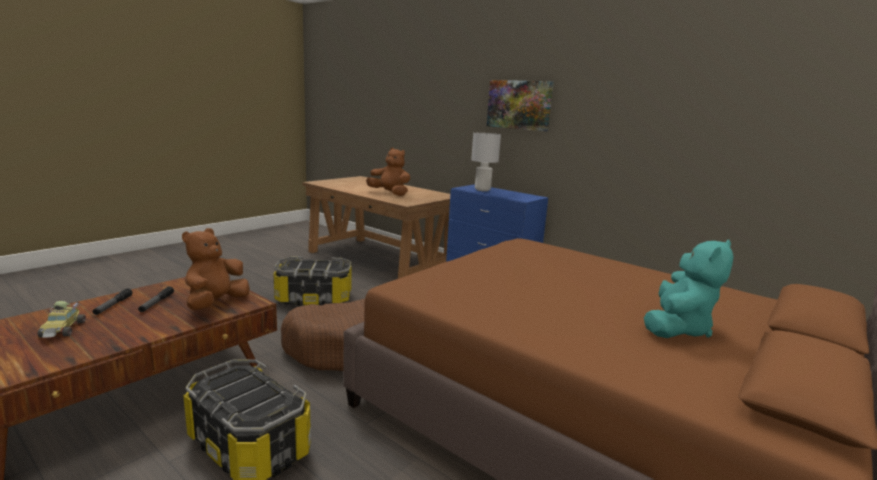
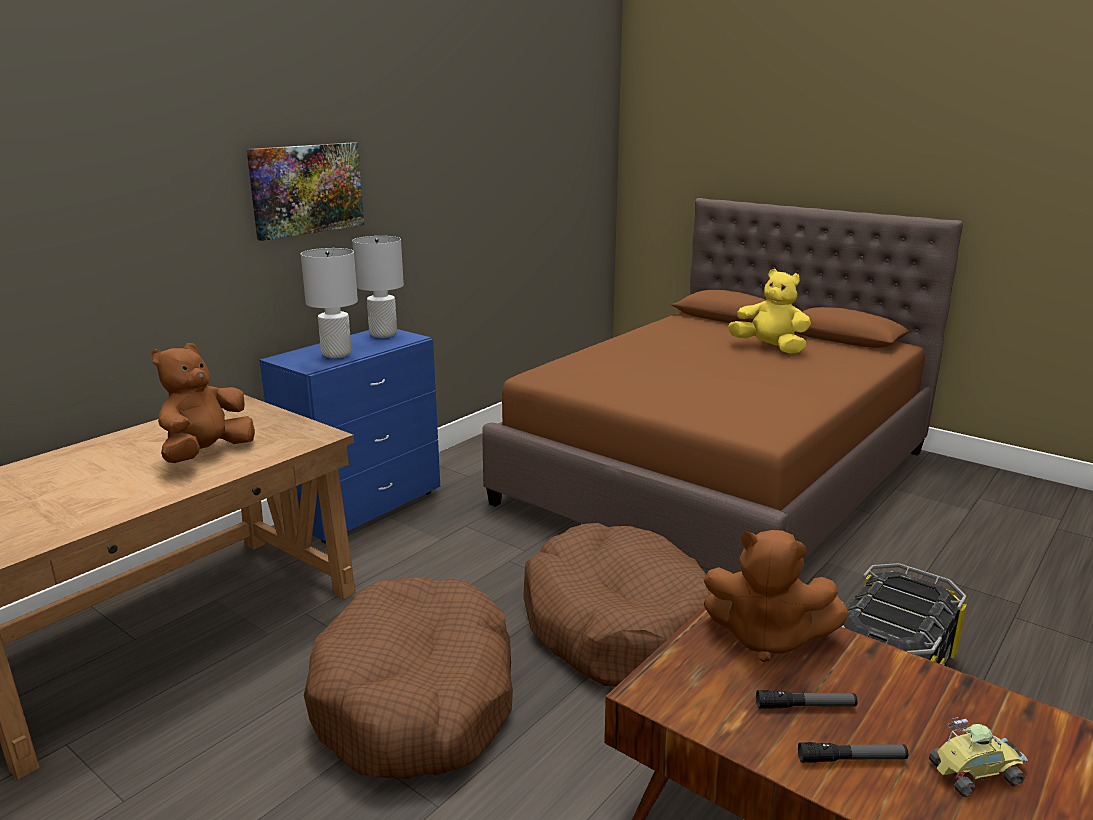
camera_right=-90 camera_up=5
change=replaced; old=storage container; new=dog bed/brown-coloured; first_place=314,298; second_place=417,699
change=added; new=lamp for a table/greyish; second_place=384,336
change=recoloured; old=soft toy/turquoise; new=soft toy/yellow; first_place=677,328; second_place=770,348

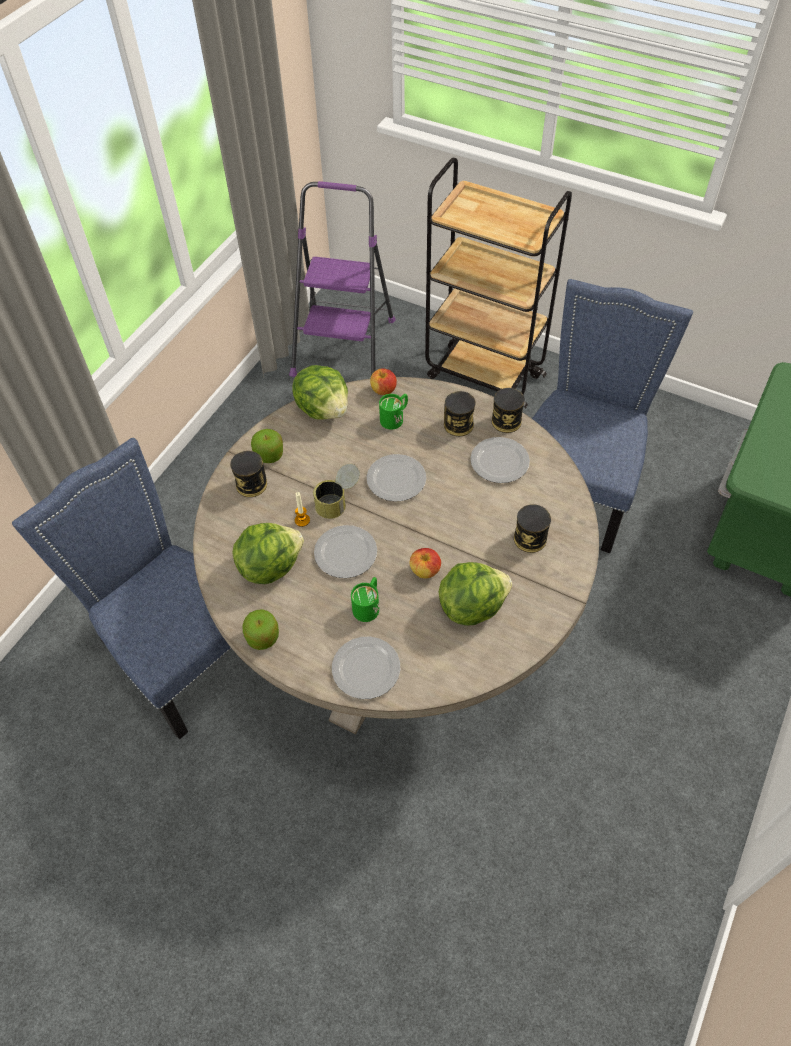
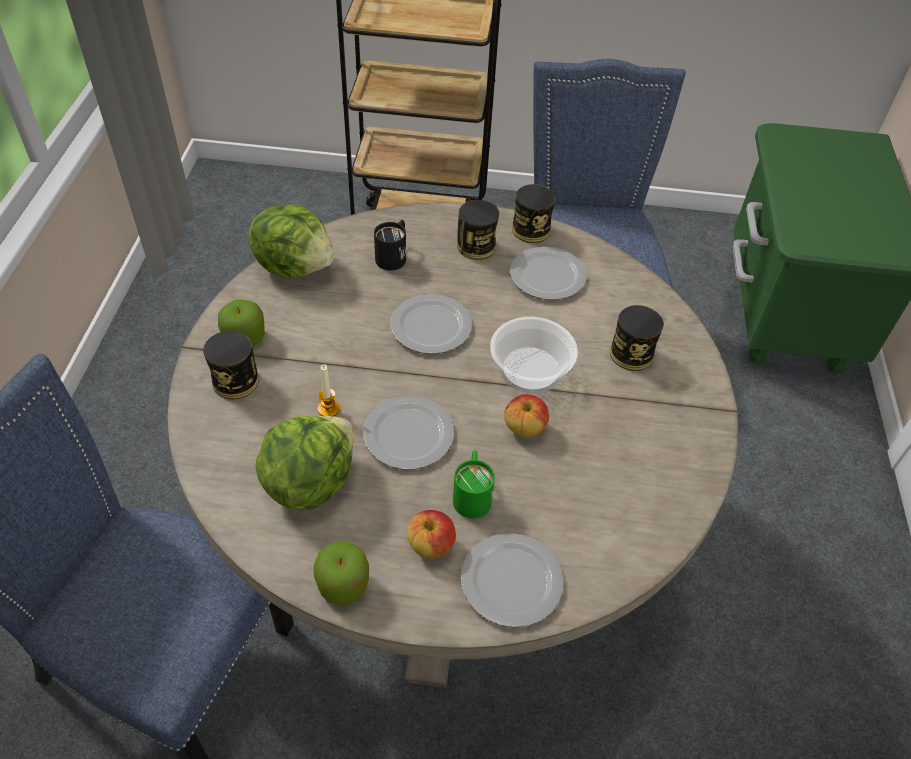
camera_right=-25 camera_up=-5
change=recoloured; old=tea mug/greenish; new=tea mug/black; first_place=395,418; second_place=394,255
change=moved; old=apple fruit; first_place=383,391; second_place=431,546
change=added; new=serving bowl; second_place=530,369
change=removed; old=stepladder/purple; first_place=344,343
change=removed; old=can; first_place=338,501
change=removed; old=head of lettuce; first_place=471,606

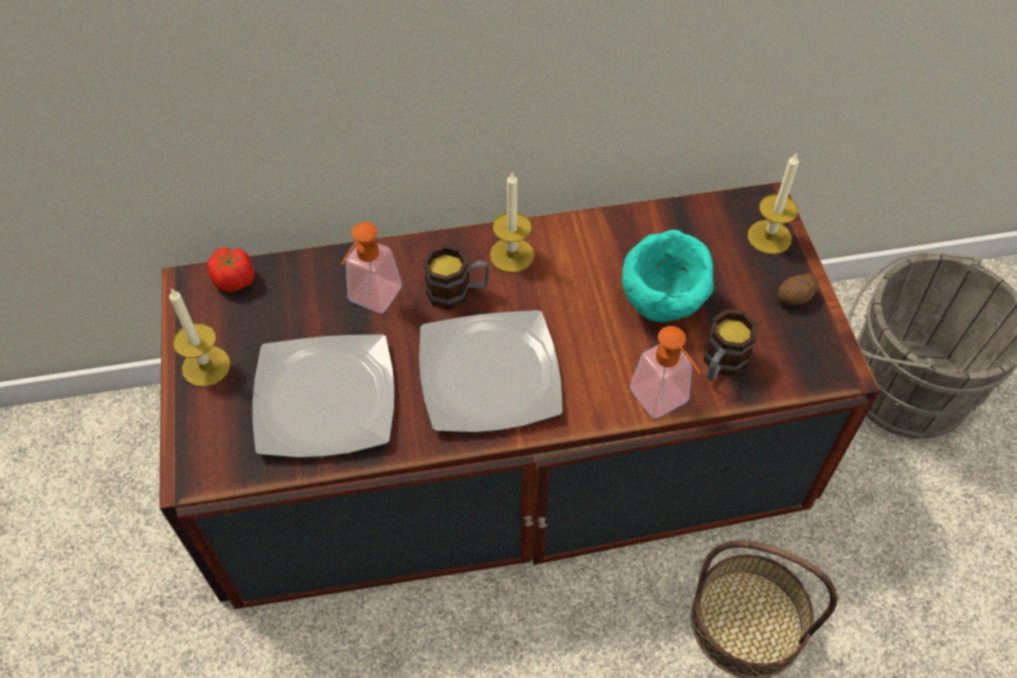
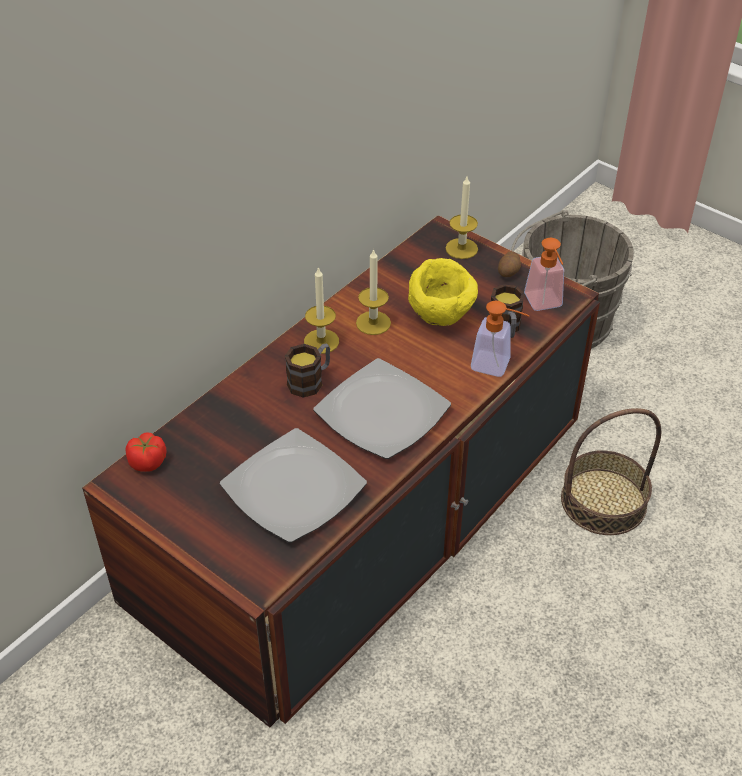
camera_right=-40 camera_up=-10
change=moved; old=wax candle; first_place=206,366; second_place=373,323
change=recoloured; old=serving bowl/turquoise; new=serving bowl/yellow; first_place=662,305; second_place=441,317
change=moved; old=soap bottle; first_place=370,301; second_place=545,305

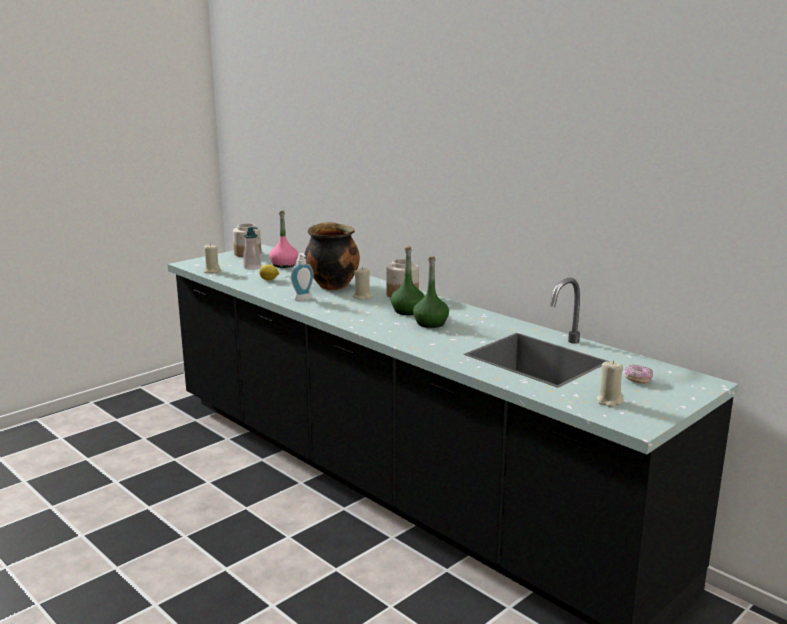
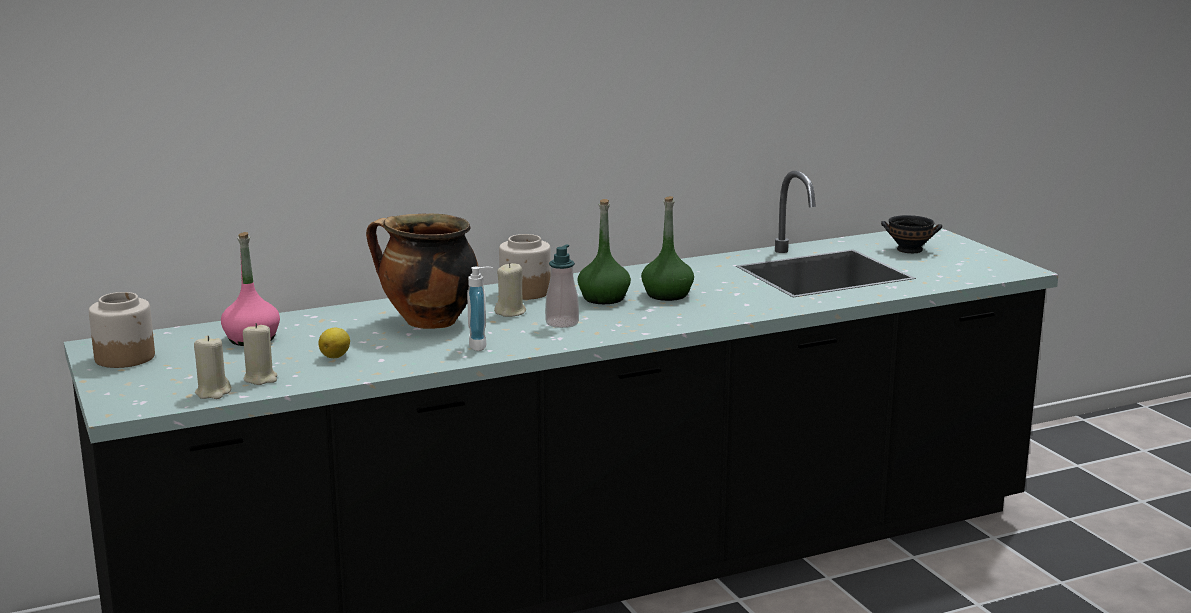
camera_right=-70 camera_up=0
change=moved; old=wax candle/beige; first_place=609,401; second_place=260,378
change=moved; old=soap bottle; first_place=252,267; second_place=562,323
change=replaced; old=doughnut; new=serving bowl/black; first_place=638,380; second_place=910,250

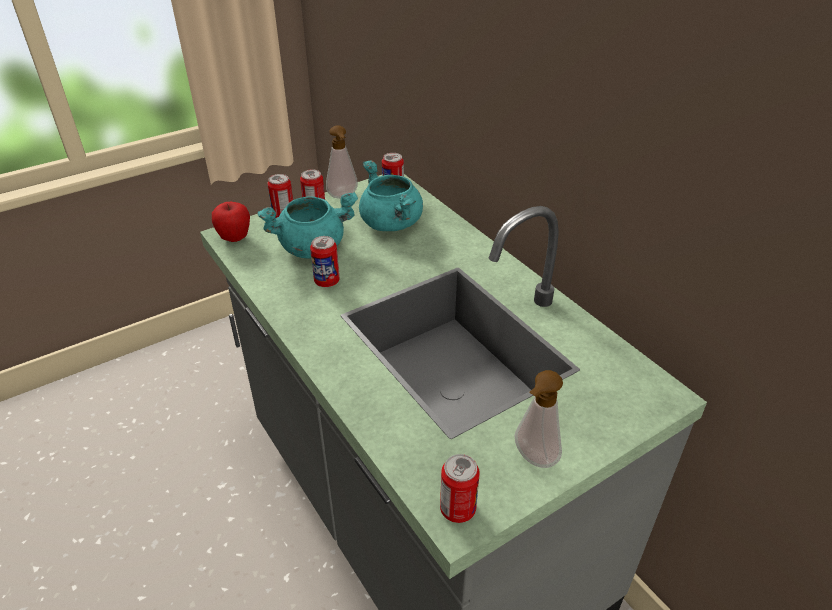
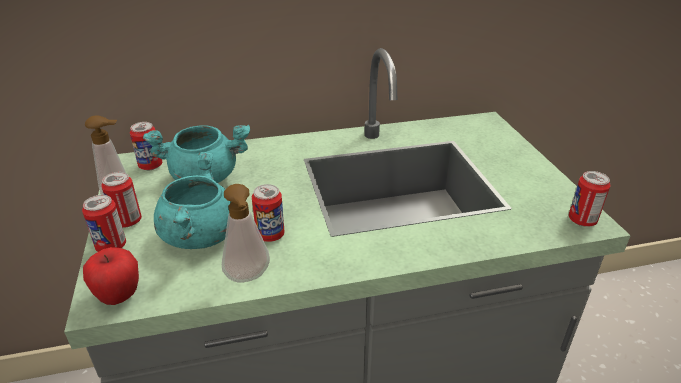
camera_right=-70 camera_up=-5
change=moved; old=soap bottle; first_place=532,459; second_place=249,278

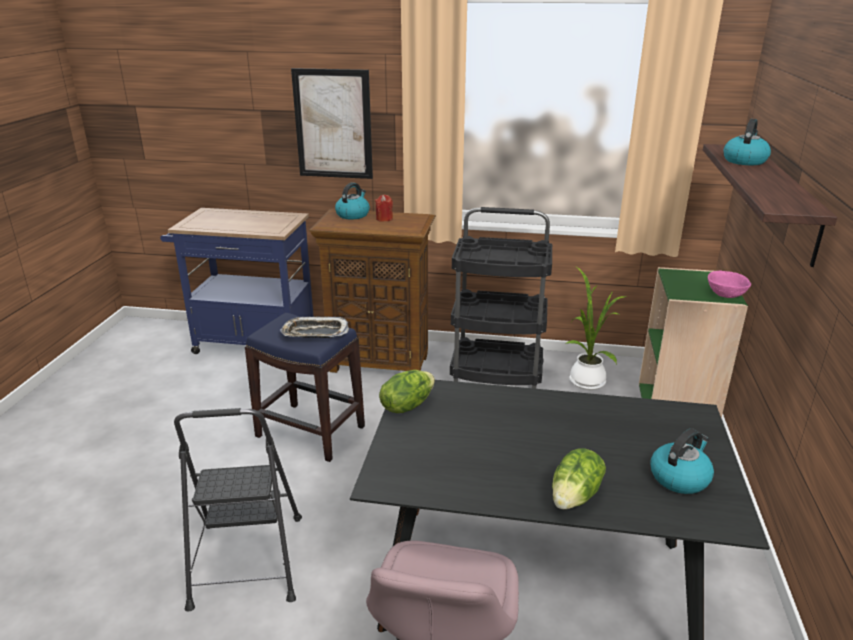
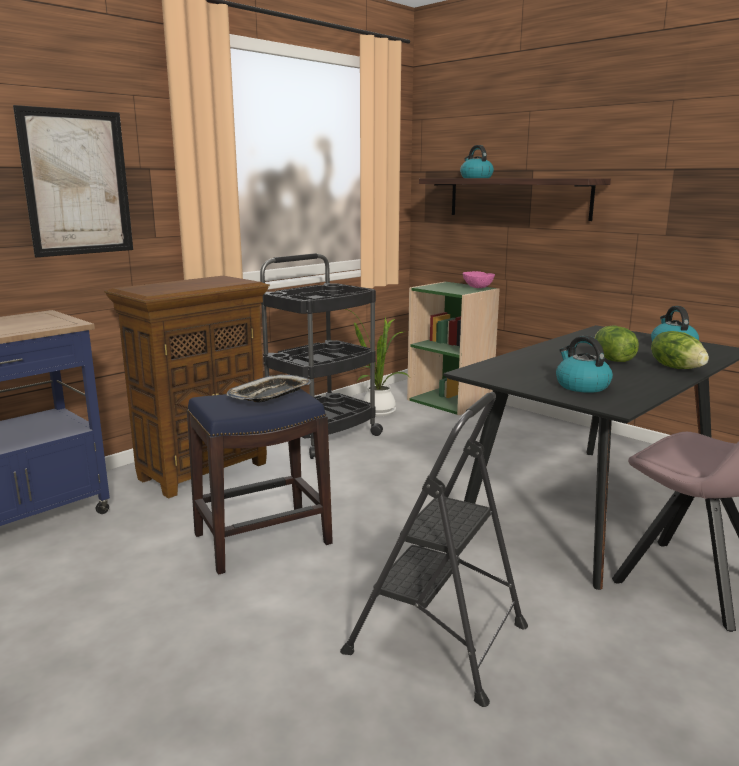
camera_right=-55 camera_up=-10
change=moved; old=water kettle; first_place=353,215; second_place=581,386
change=moved; old=head of lettuce; first_place=407,405; second_place=612,359
change=removed; old=wax candle/red; first_place=384,219

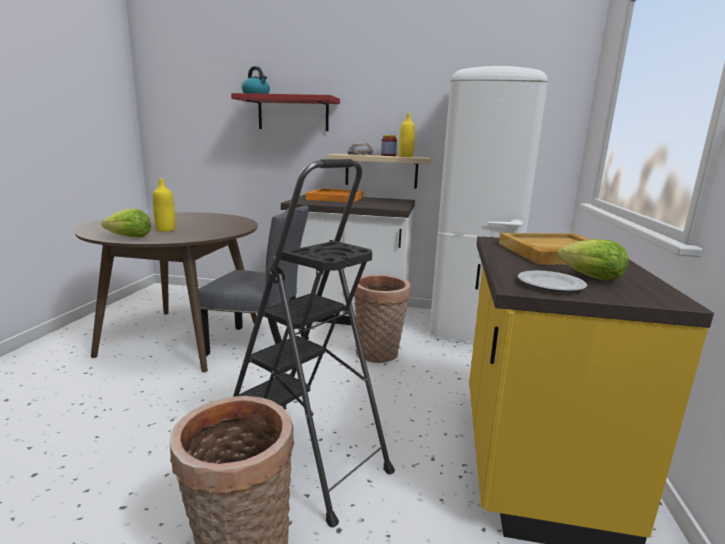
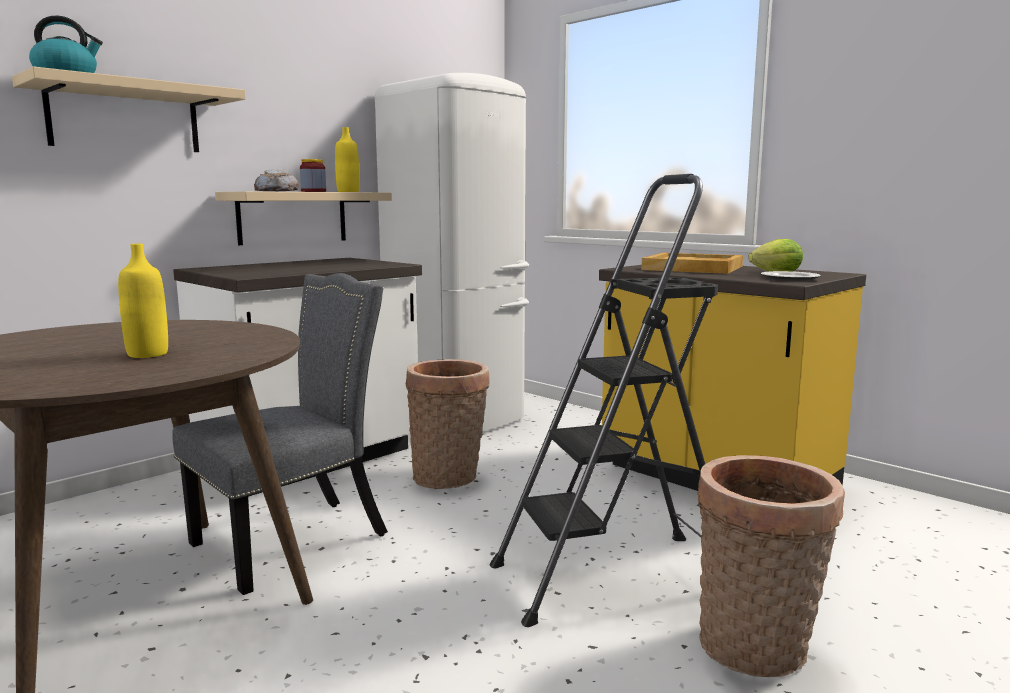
camera_right=-55 camera_up=-5
change=recoloured; old=shelf/red; new=shelf/beige; first_place=293,114; second_place=125,118
change=removed; old=head of lettuce; first_place=129,237
change=removed; old=serving tray/orangey; first_place=335,198

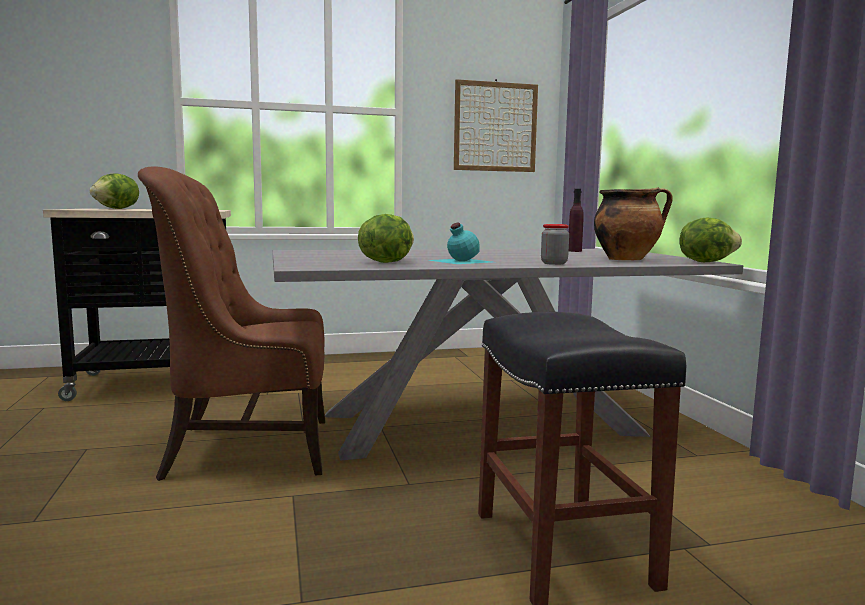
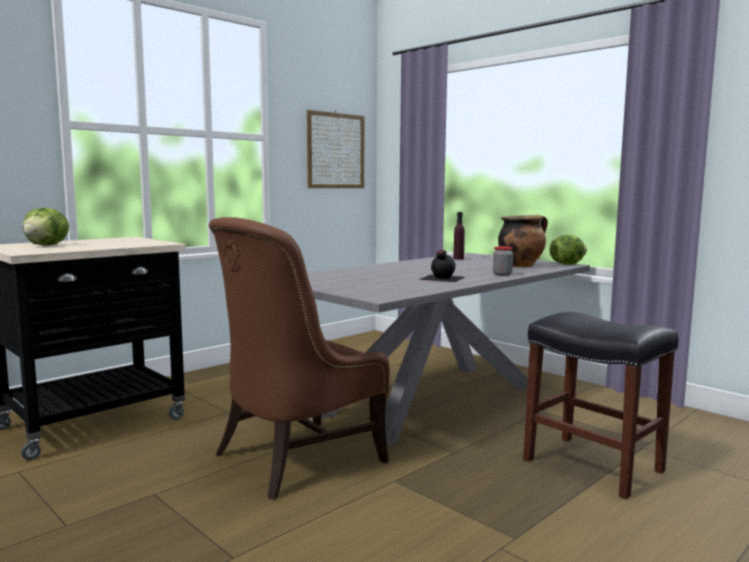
camera_right=-30 camera_up=0
change=recoloured; old=bottle/turquoise; new=bottle/black; first_place=459,261; second_place=441,278
change=removed; old=head of lettuce; first_place=385,262

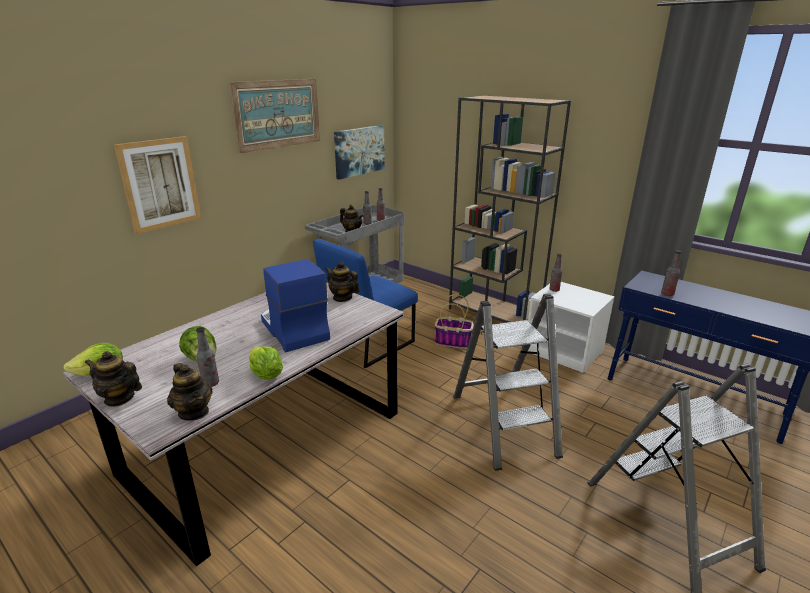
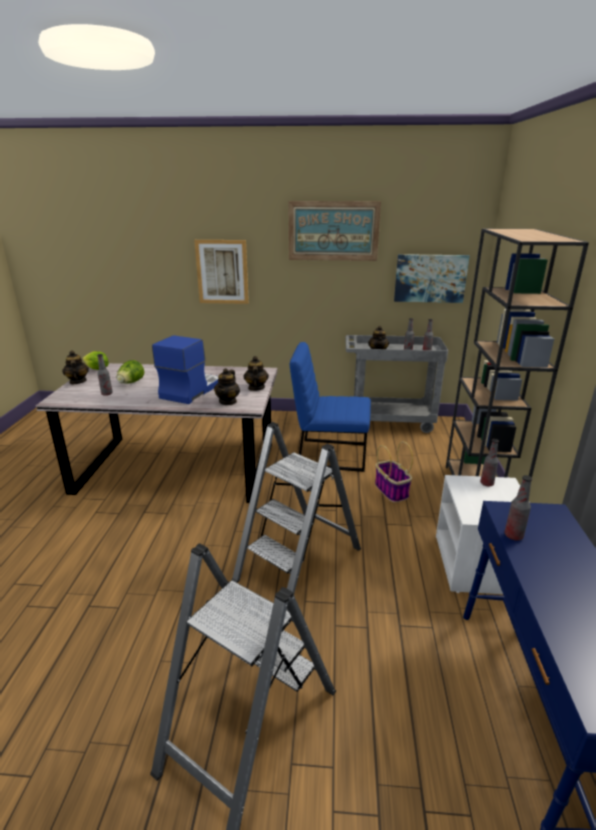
camera_right=55 camera_up=0
change=moved; old=tea pot; first_place=194,412; second_place=228,401
change=removed; old=head of lettuce; first_place=265,375

